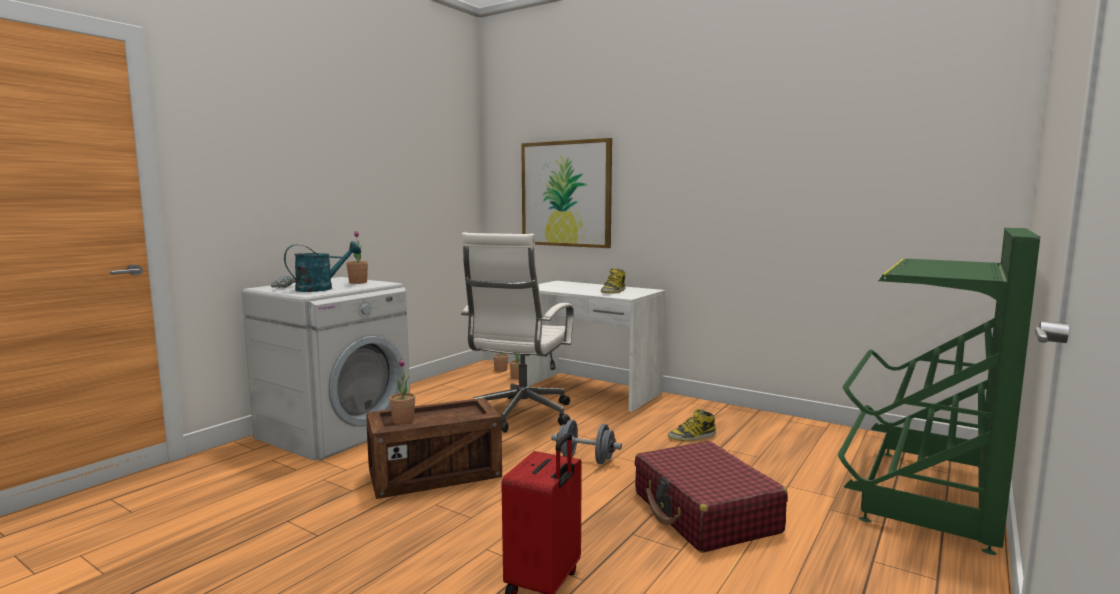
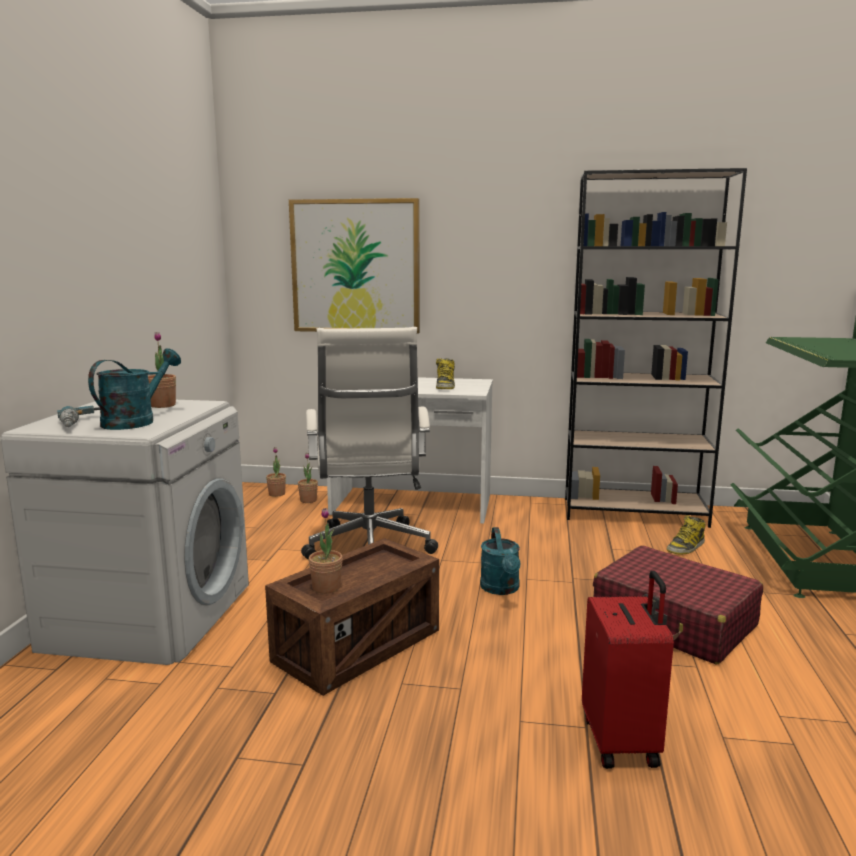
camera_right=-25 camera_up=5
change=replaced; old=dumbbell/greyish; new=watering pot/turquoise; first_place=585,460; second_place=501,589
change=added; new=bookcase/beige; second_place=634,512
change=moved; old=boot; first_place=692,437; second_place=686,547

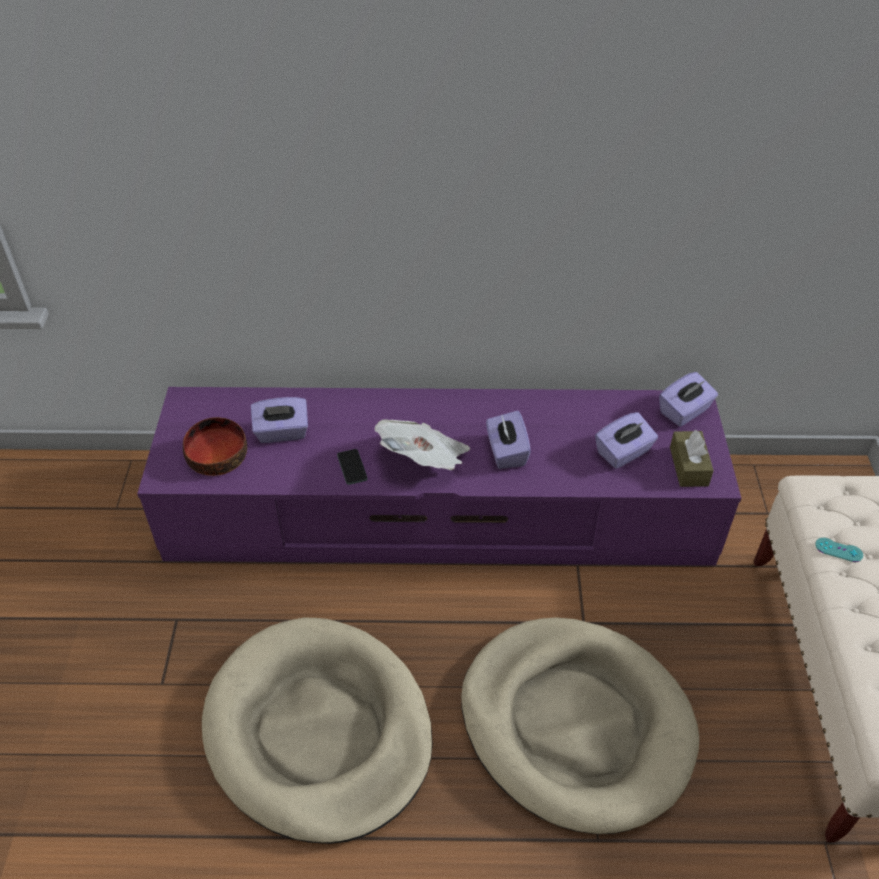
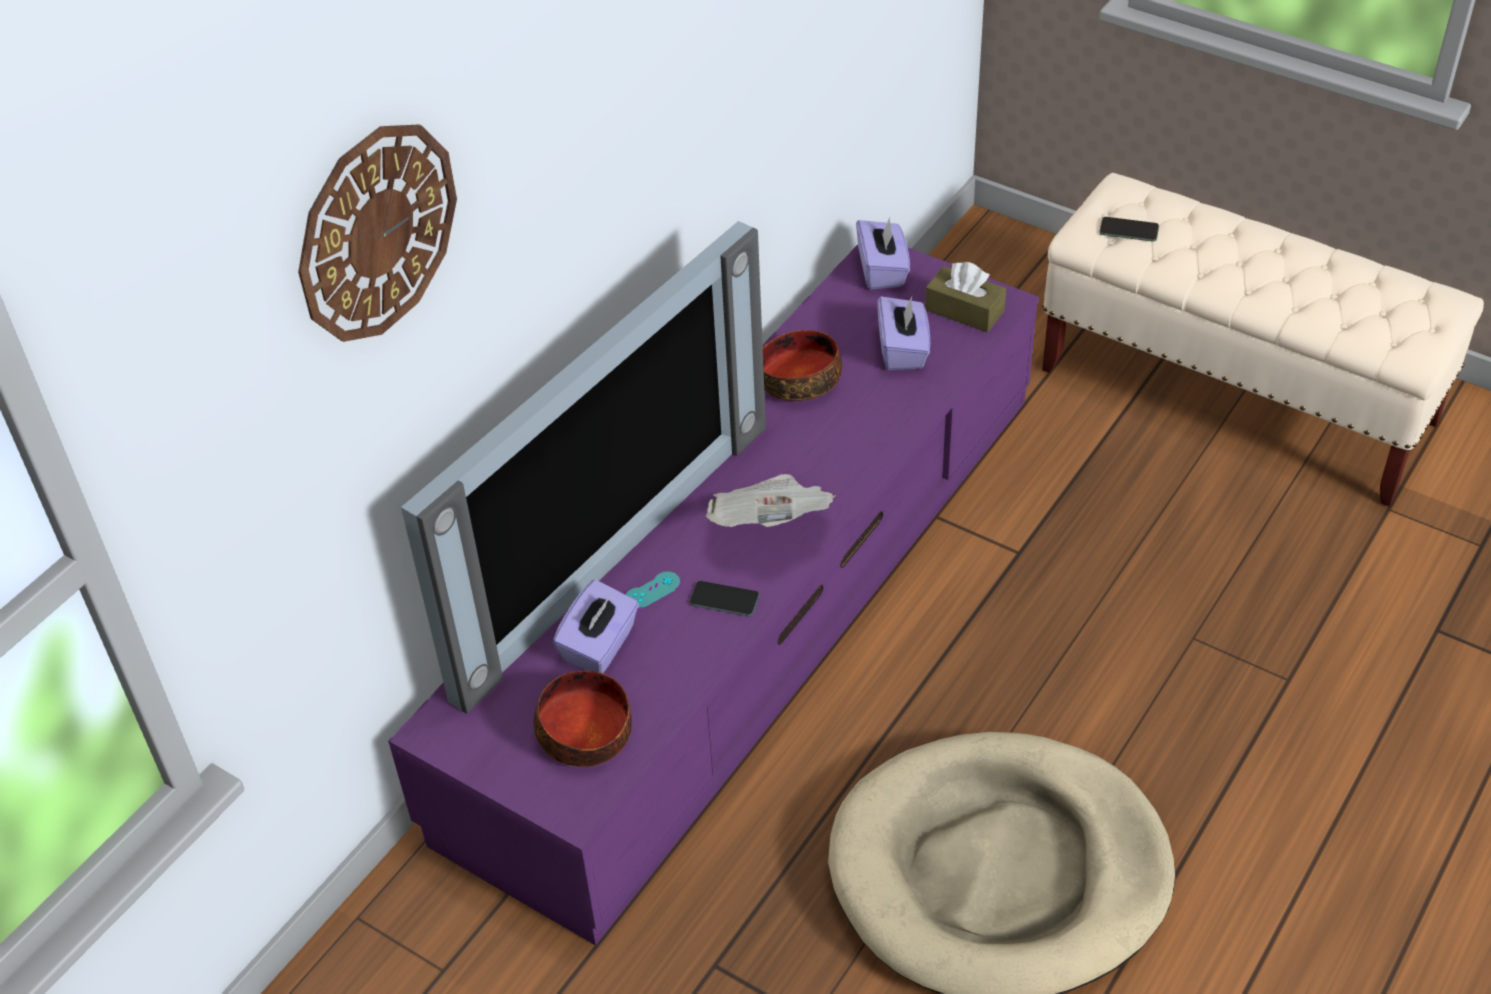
camera_right=-55 camera_up=0
change=added; new=clock on the wall; second_place=376,232
change=added; new=television; second_place=602,549
change=moved; old=gamepad/turquoise; first_place=838,550; second_place=652,590
change=added; new=serving bowl; second_place=800,379
change=added; new=phone; second_place=1129,230
change=removed; old=dog bed/beige; first_place=576,724
change=removed; old=tissue holder/purple; first_place=506,452

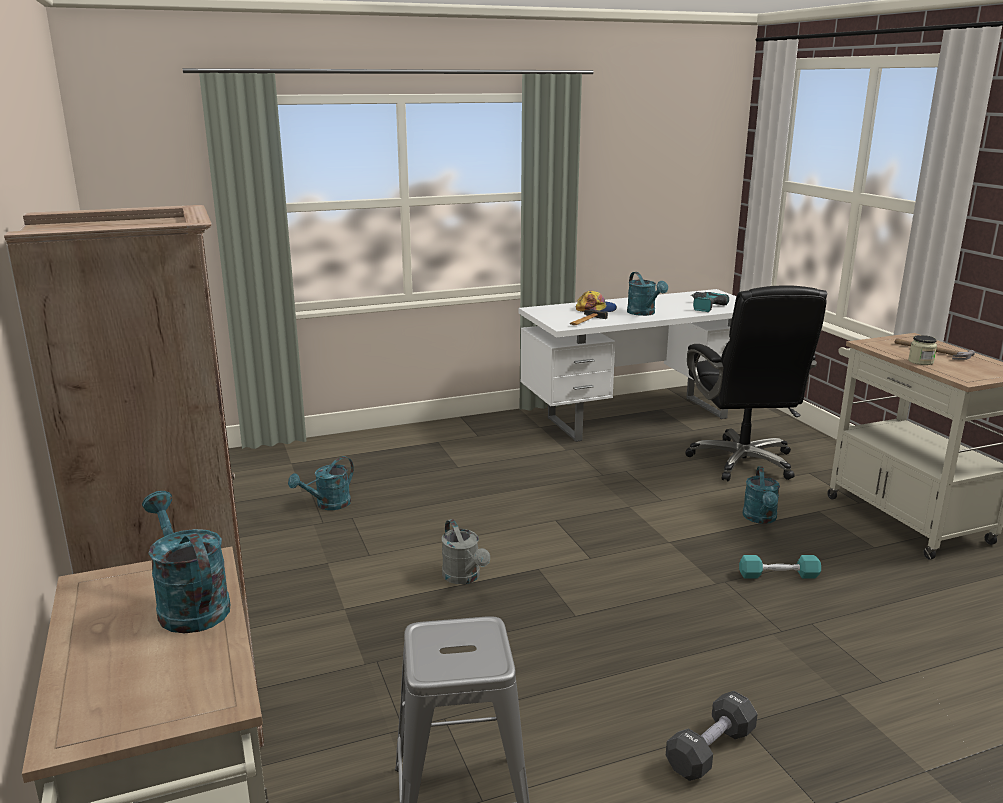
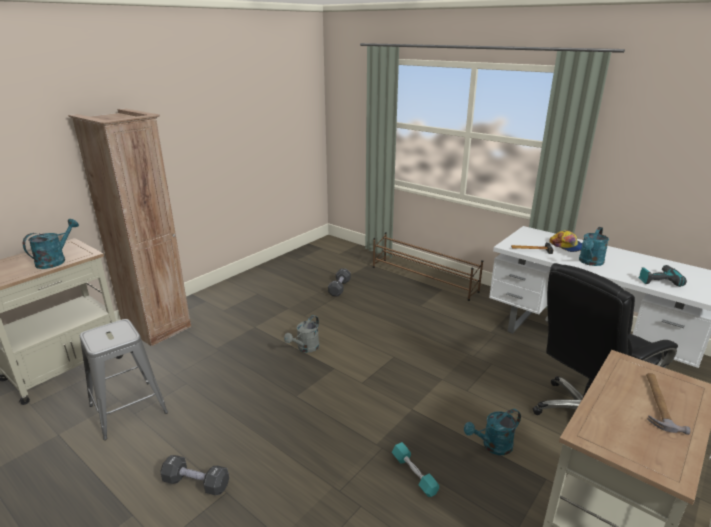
camera_right=60 camera_up=5
change=replaced; old=watering pot/turquoise; new=dumbbell/black; first_place=328,505; second_place=339,288
change=added; new=shoe shelf/brown-coloured; second_place=423,279
change=removed; old=storage jar; first_place=920,361

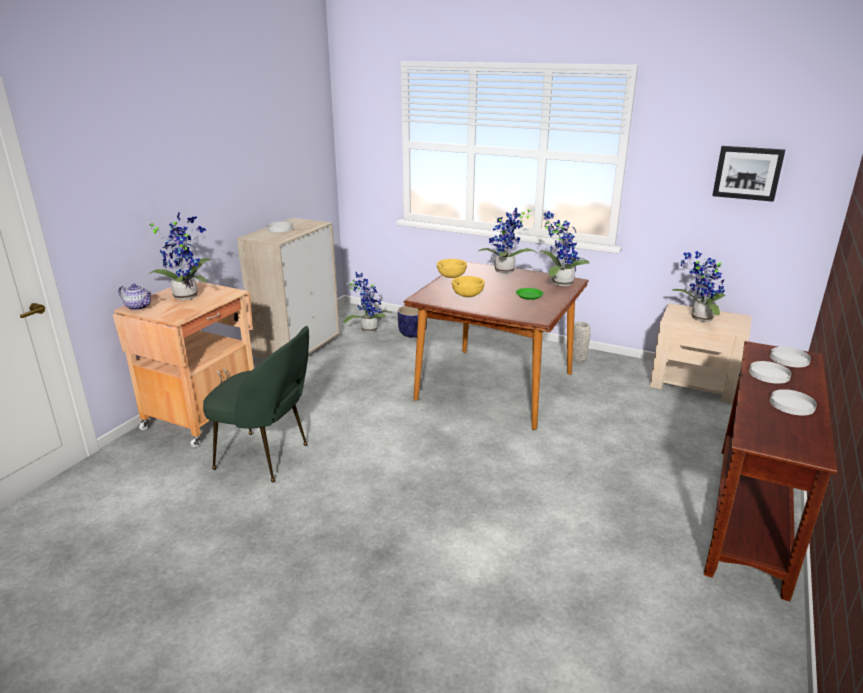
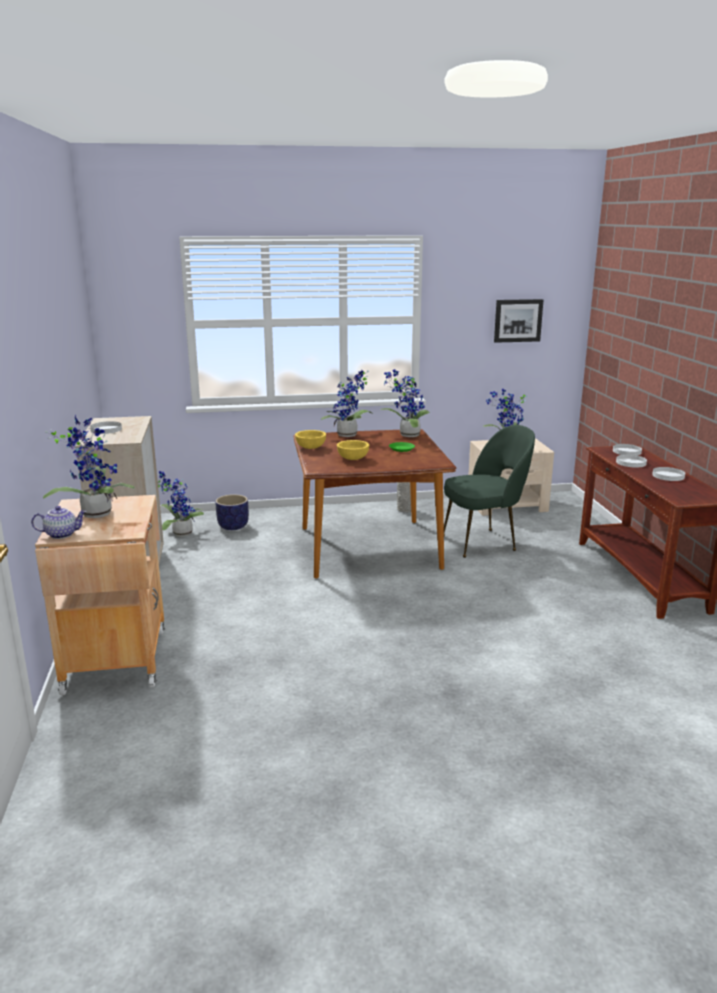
camera_right=-35 camera_up=-5
change=moved; old=upright chair/greenish; first_place=268,458; second_place=484,542

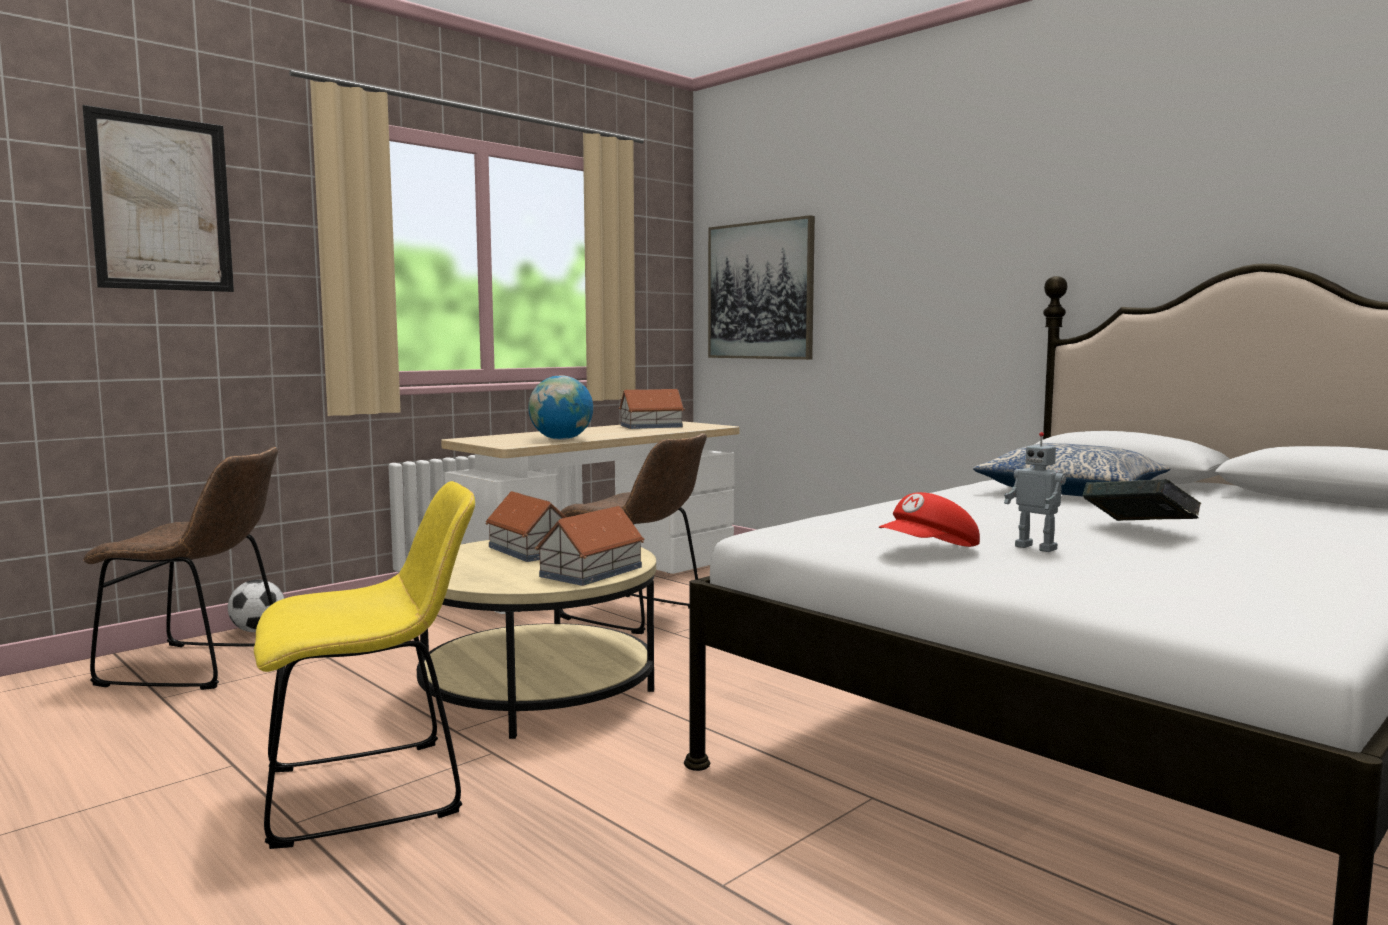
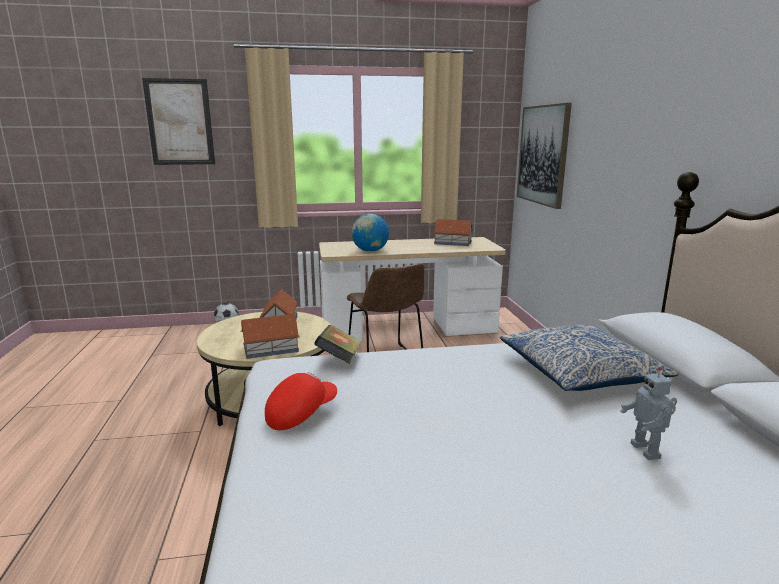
camera_right=35 camera_up=10
change=turned; old=baseball cap/red; first_place=929,550; second_place=300,414; degrees=135
change=moved; old=volume; first_place=1138,529; second_place=339,360
change=moved; old=model robot; first_place=1037,547; second_place=646,451
change=removed; old=upright chair/brown-coloured; first_place=201,666
change=removed; old=upright chair/yellow; first_place=375,789

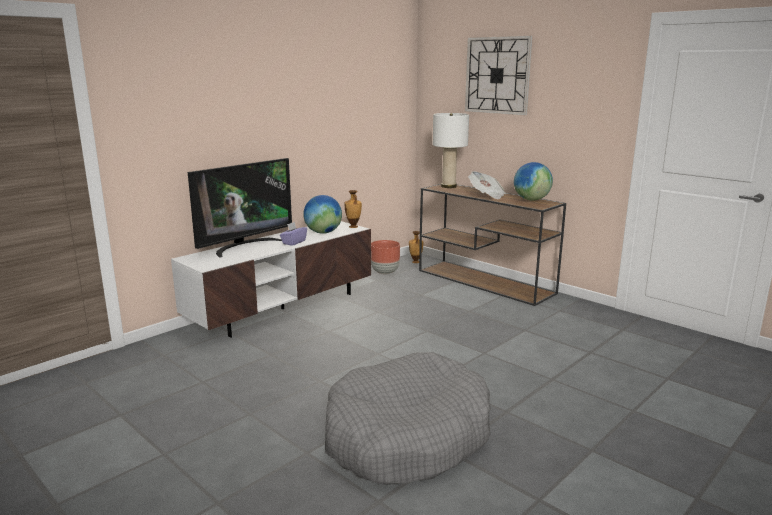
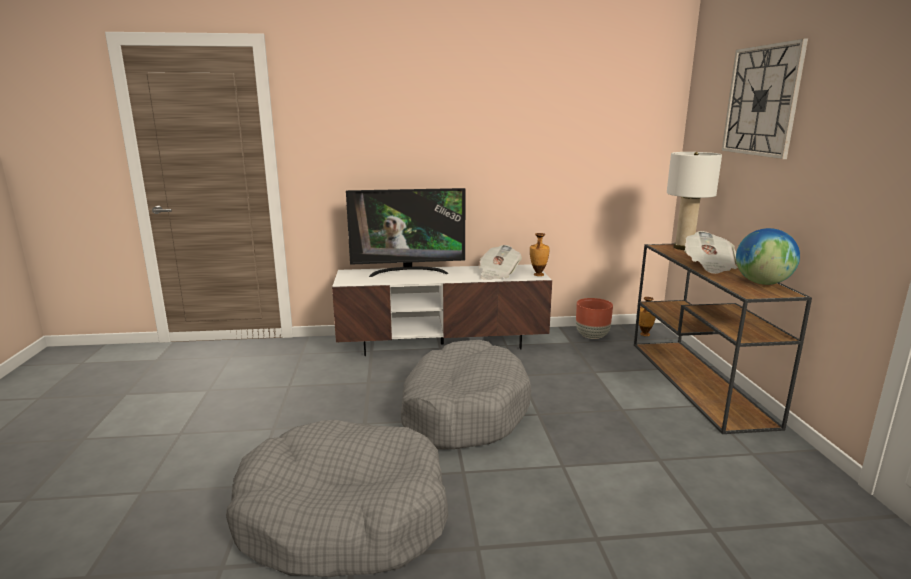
camera_right=40 camera_up=0
change=added; new=dog bed/greyish; second_place=463,410
change=replaced; old=world globe; new=newspaper; first_place=323,232; second_place=497,274
change=removed; old=tissue holder/purple; first_place=293,242

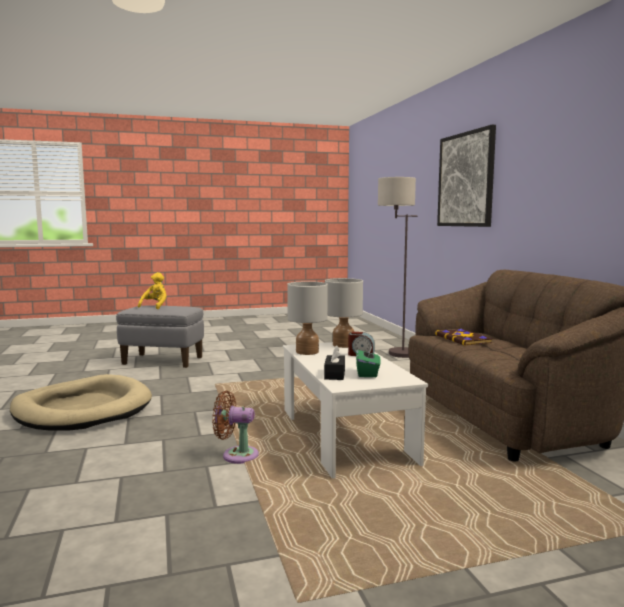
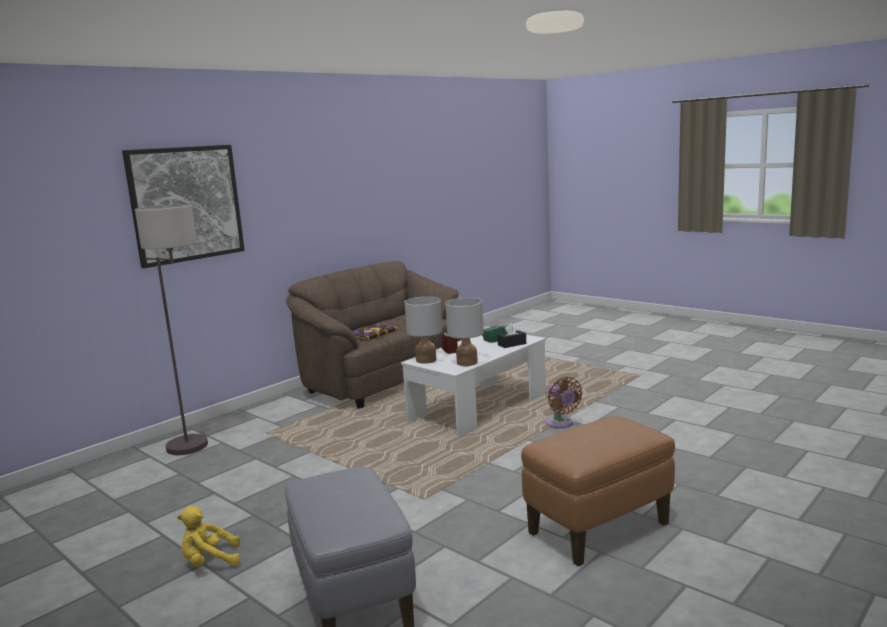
camera_right=-120 camera_up=5
change=moved; old=soft toy/yellow; first_place=155,306; second_place=209,562
change=replaced; old=dog bed/beige; new=footrest/brown-coloured; first_place=82,409; second_place=598,529

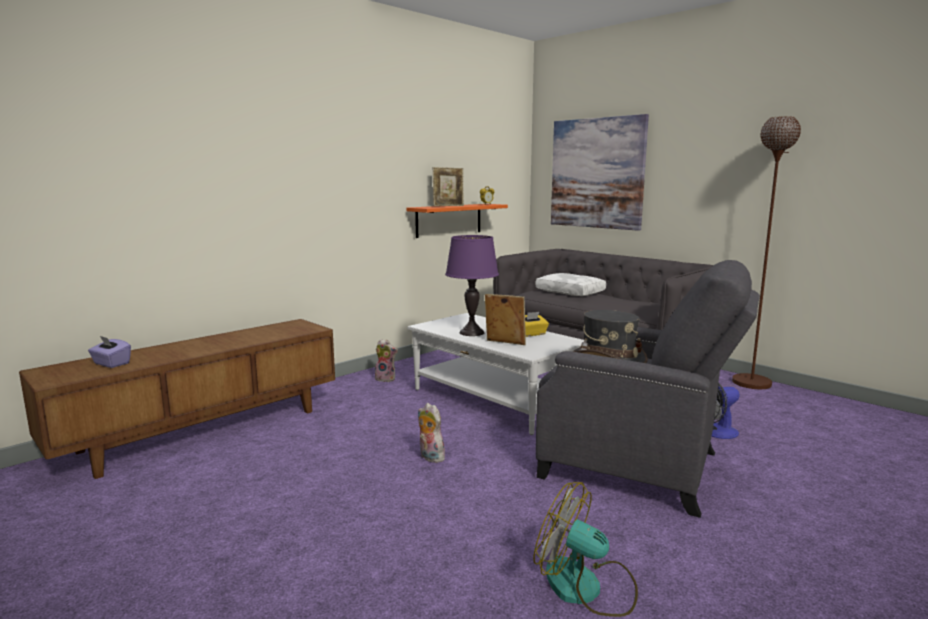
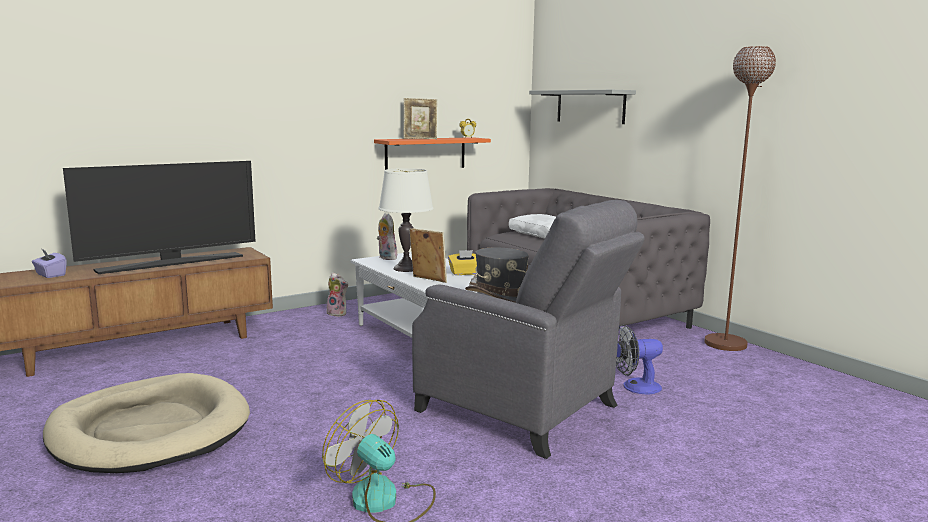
camera_right=10 camera_up=0
change=added; new=dog bed/beige; second_place=150,430
change=added; new=television; second_place=172,263
change=moved; old=soft toy; first_place=429,457; second_place=386,258
change=recoloured; old=lamp for a table/purple; new=lamp for a table/whitish; first_place=472,332; second_place=406,268
change=replaced; old=wall art; new=shelf/greyish; first_place=597,173; second_place=590,106

